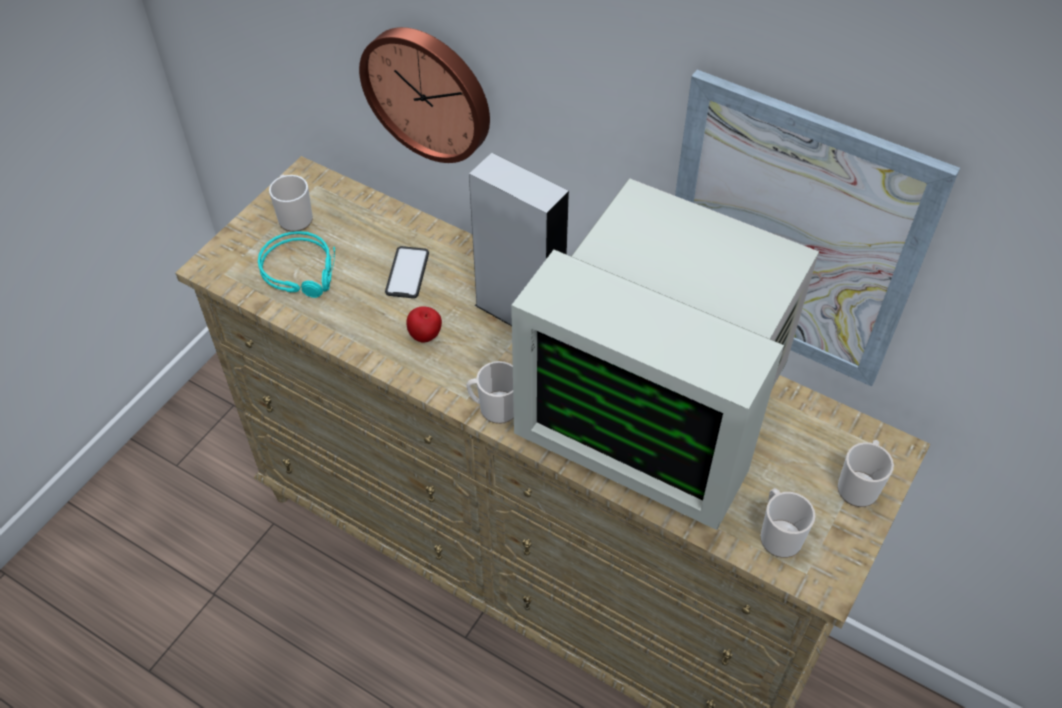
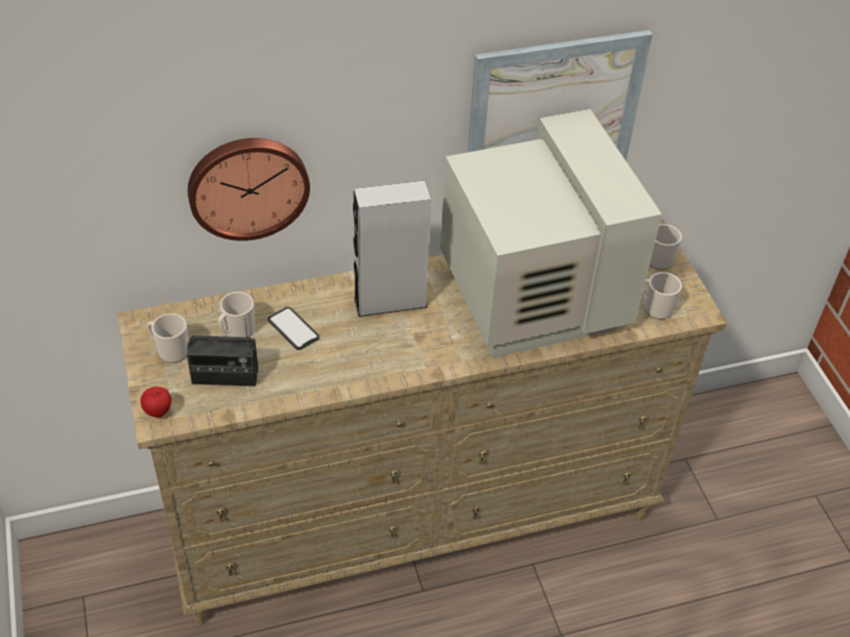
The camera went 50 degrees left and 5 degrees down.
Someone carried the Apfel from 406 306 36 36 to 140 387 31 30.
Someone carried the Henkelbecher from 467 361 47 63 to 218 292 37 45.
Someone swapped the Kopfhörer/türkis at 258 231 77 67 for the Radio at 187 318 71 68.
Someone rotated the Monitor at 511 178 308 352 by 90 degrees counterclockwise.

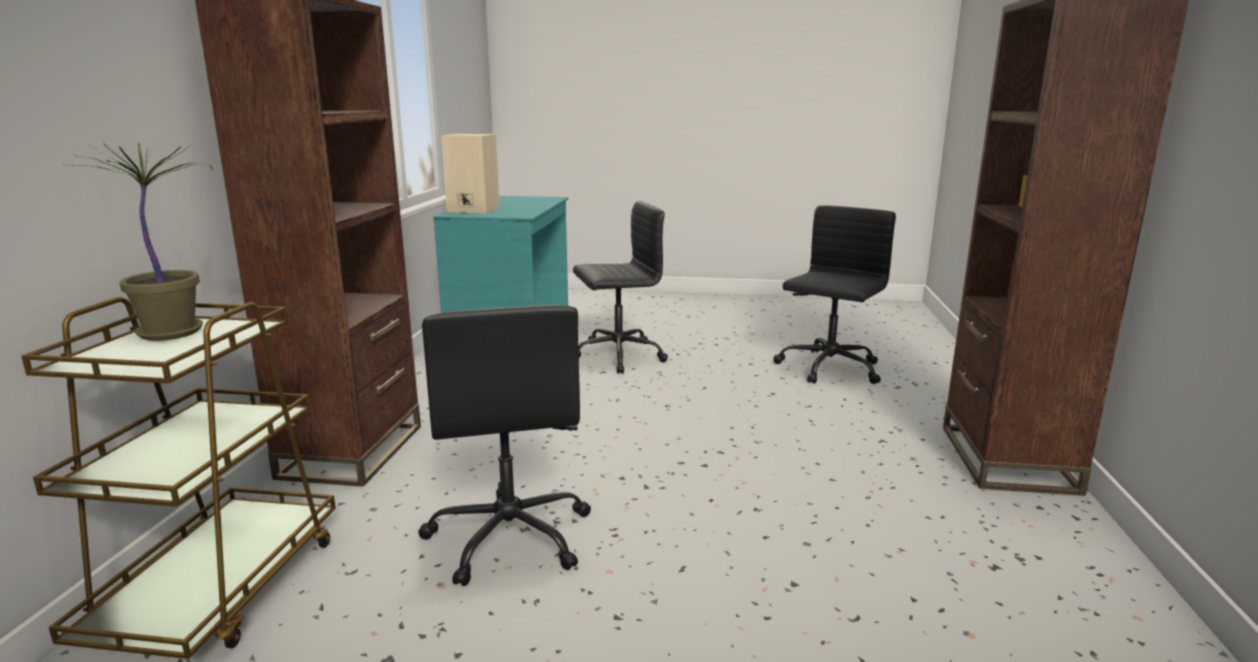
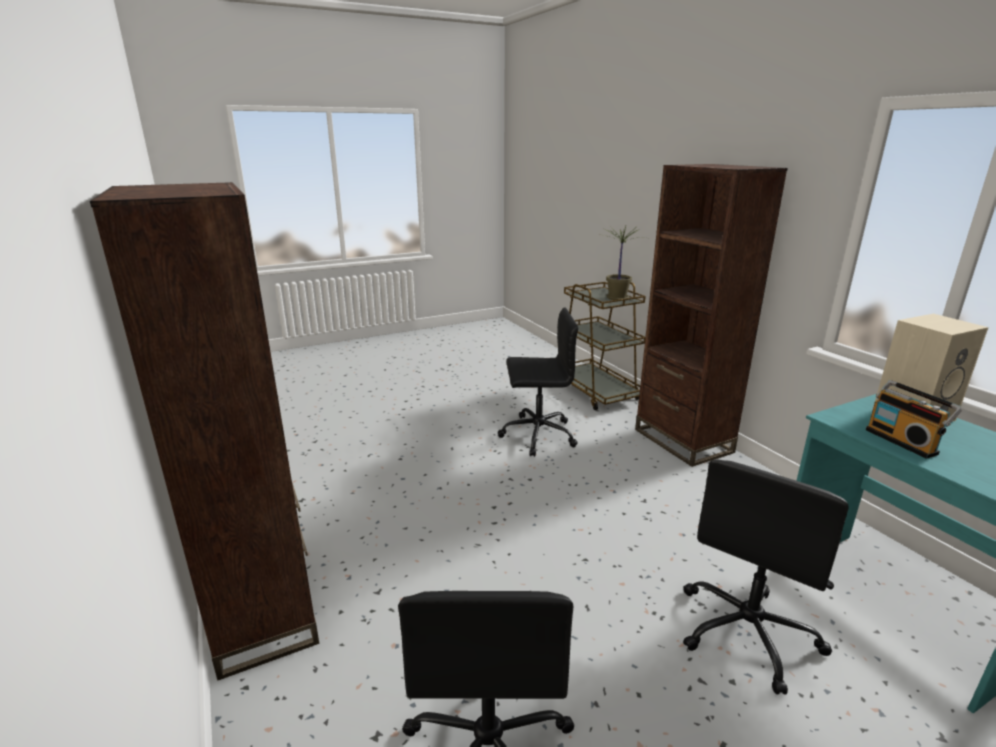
The camera went 145 degrees right and 5 degrees up.
Someone put down the Radio at 866 380 96 79.
Someone rotated the Bürostuhl/schwarz at 418 305 173 281 by 135 degrees clockwise.

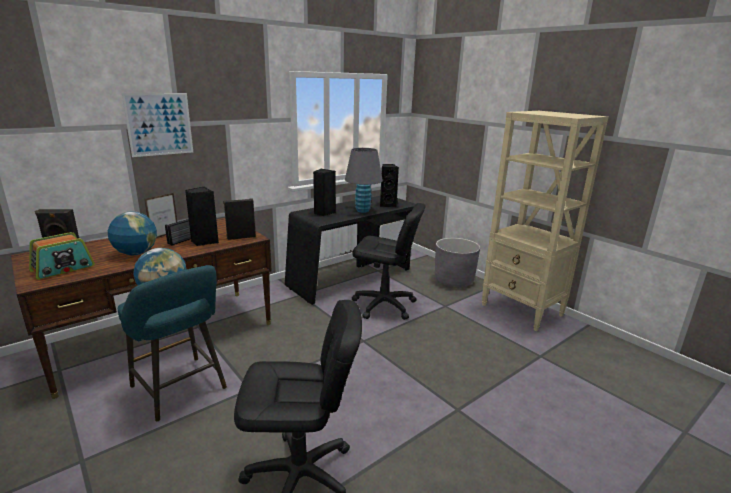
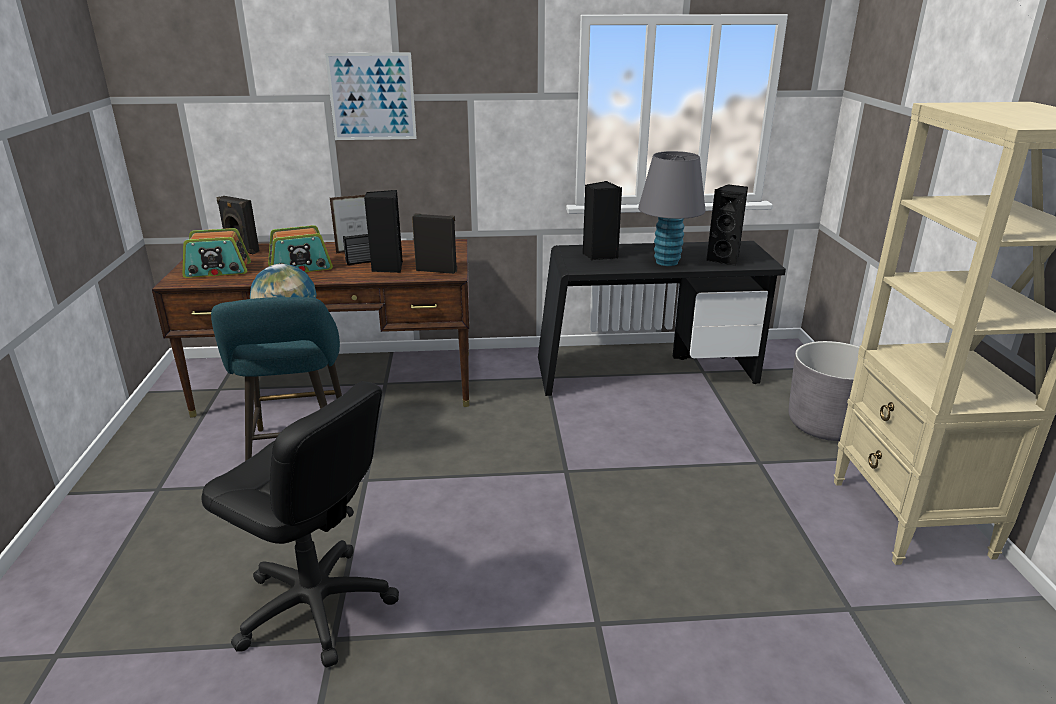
The camera went 35 degrees right and 5 degrees up.
Someone took away the Bürostuhl/schwarz at 352 203 74 117.
Someone swapped the Globus at 108 212 49 43 for the Radio at 268 225 65 47.

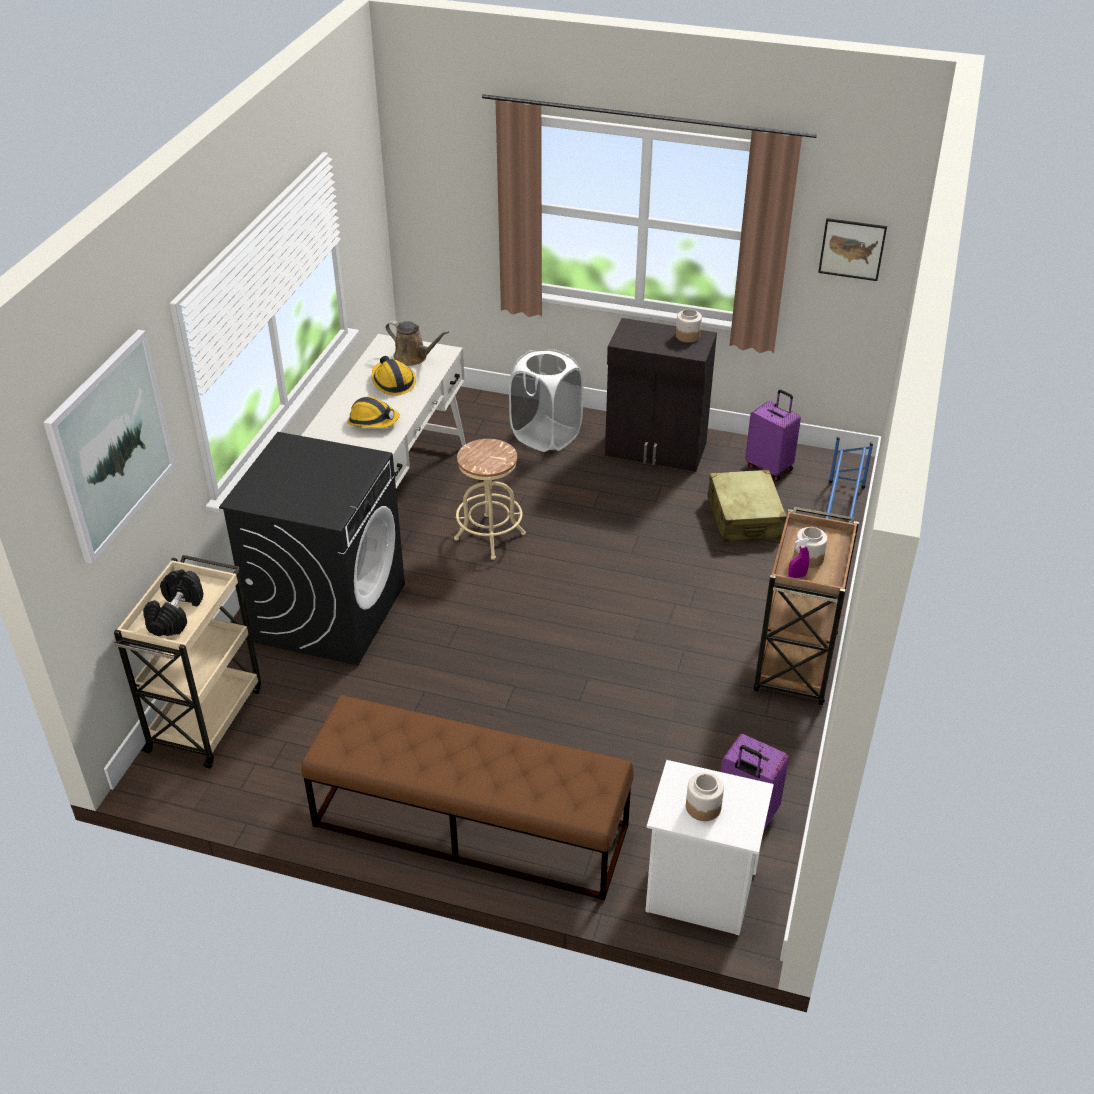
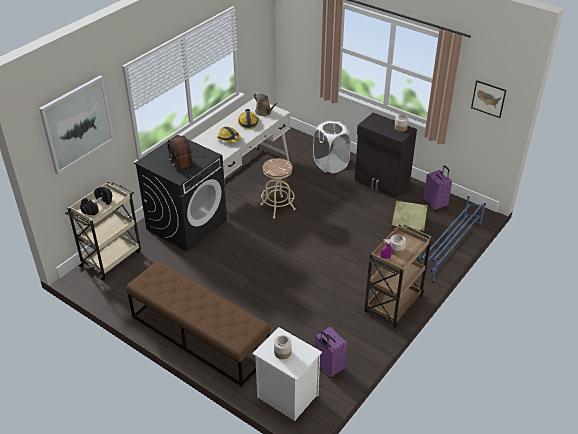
The camera went 20 degrees right and 0 degrees up.
Someone put down the Radio at 167 136 37 36.

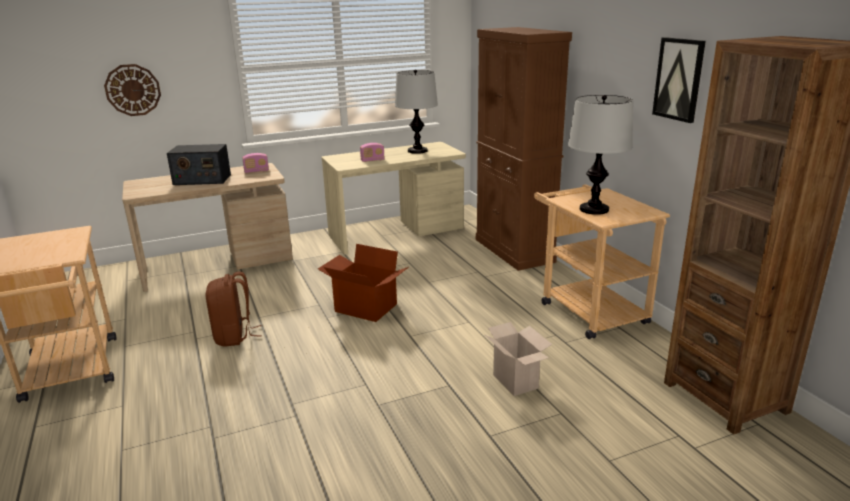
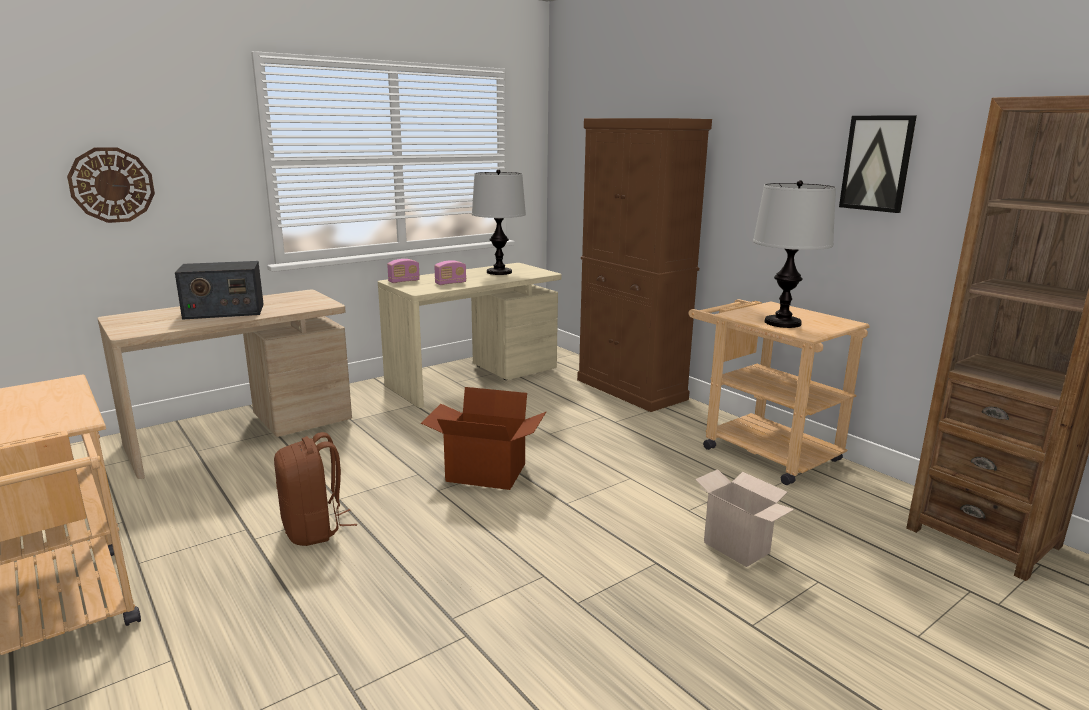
The camera went 15 degrees left and 5 degrees down.
Someone carried the Radio from 242 153 27 20 to 387 259 33 24.

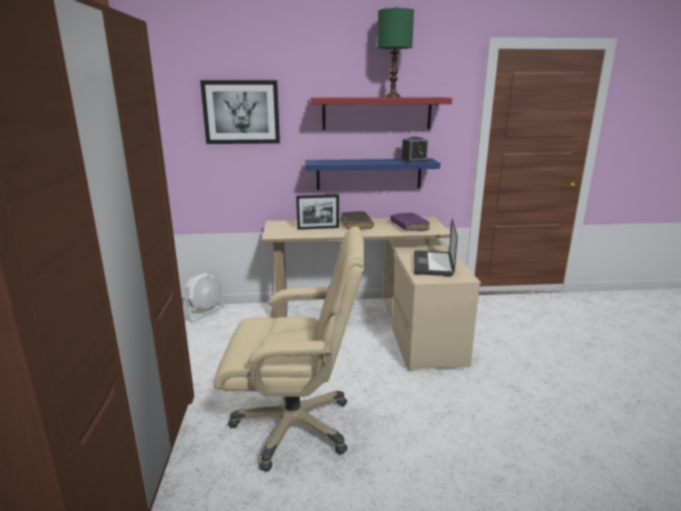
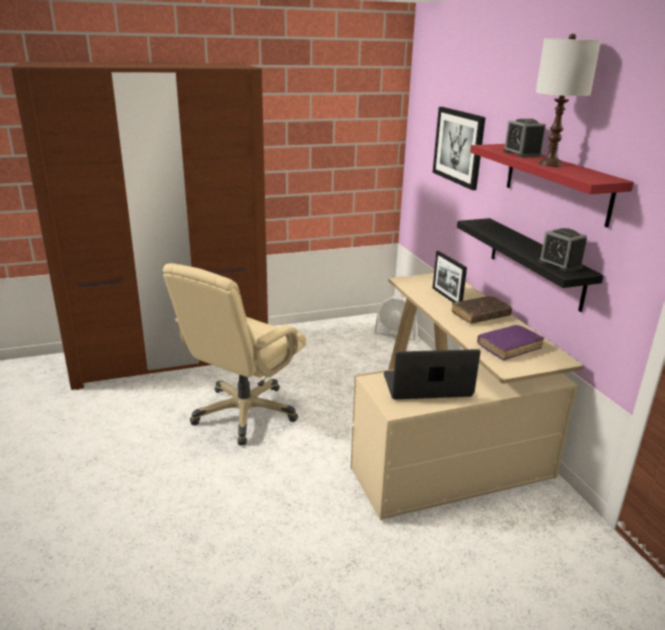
The camera went 75 degrees right and 5 degrees up.
Someone put down the Wecker at 503 119 43 39.
Someone repainted the Wandregal/blau at 305 159 135 31, which became the Wandregal/schwarz at 457 218 147 94.
Someone repainted the Tischlampe/grün at 377 7 37 91, which became the Tischlampe/weiß at 536 34 65 133.
Someone rotated the Bürostuhl/beige at 213 226 152 246 by 45 degrees clockwise.

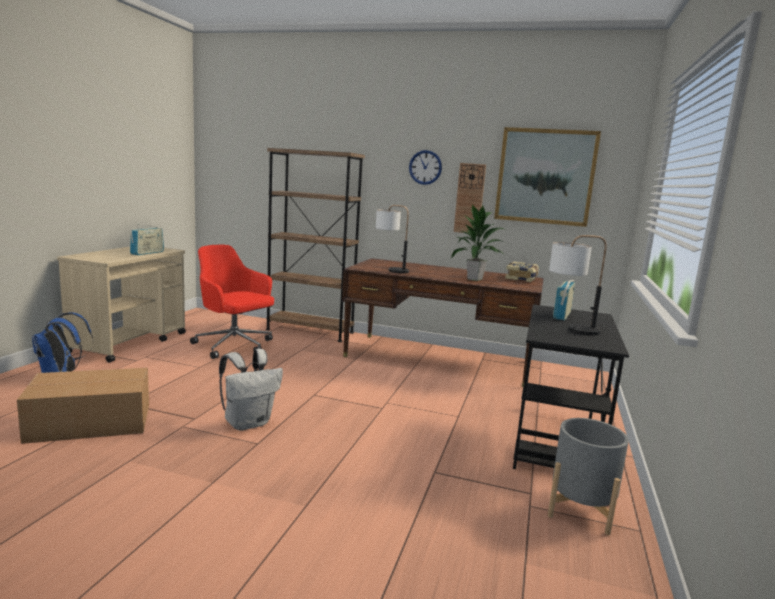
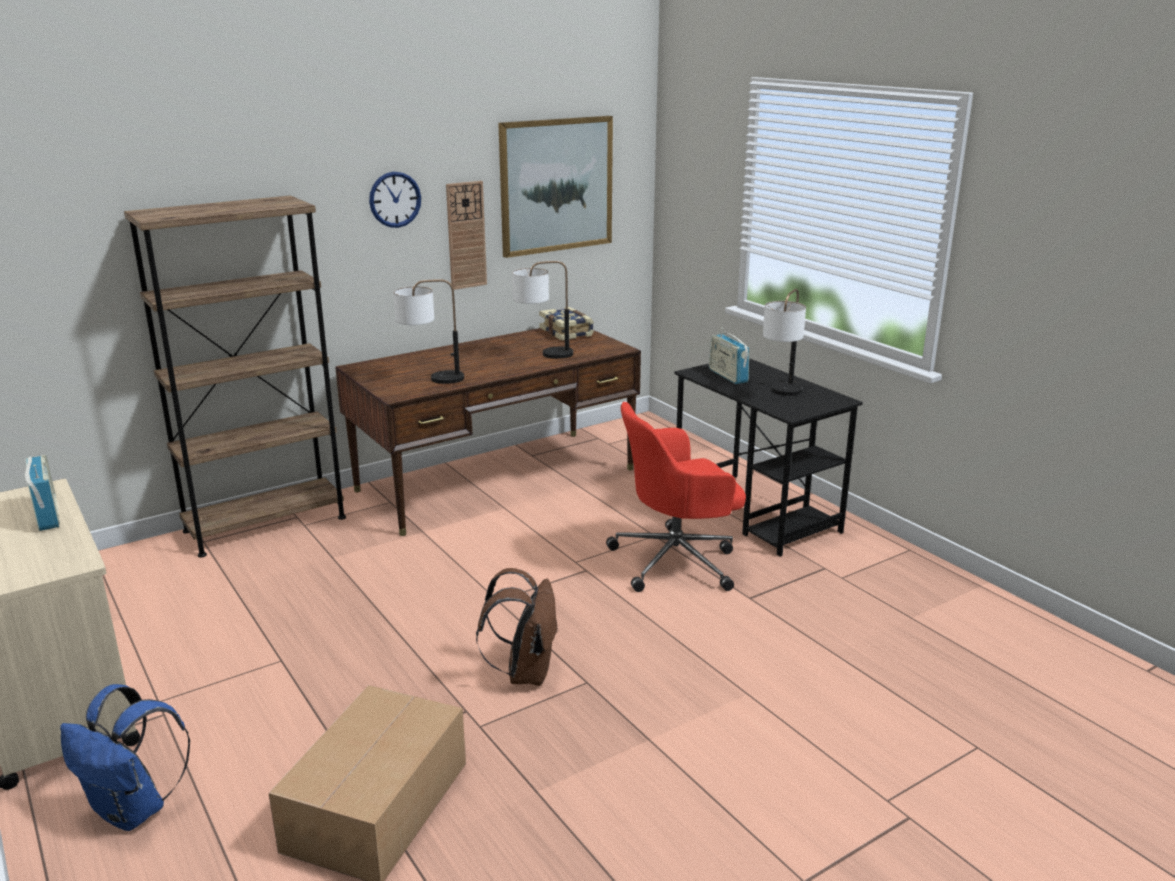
The camera went 50 degrees left and 10 degrees up.
Someone took away the Pflanzkübel/grau at 548 418 81 117.
Someone carried the Bürostuhl/rot from 190 244 84 115 to 606 402 140 190.
Someone swapped the Topfpflanze at 451 205 54 76 for the Tischlampe at 512 261 61 98.
Someone repainted the Rucksack/weiß at 219 349 64 82, which became the Rucksack/braun at 476 568 83 118.

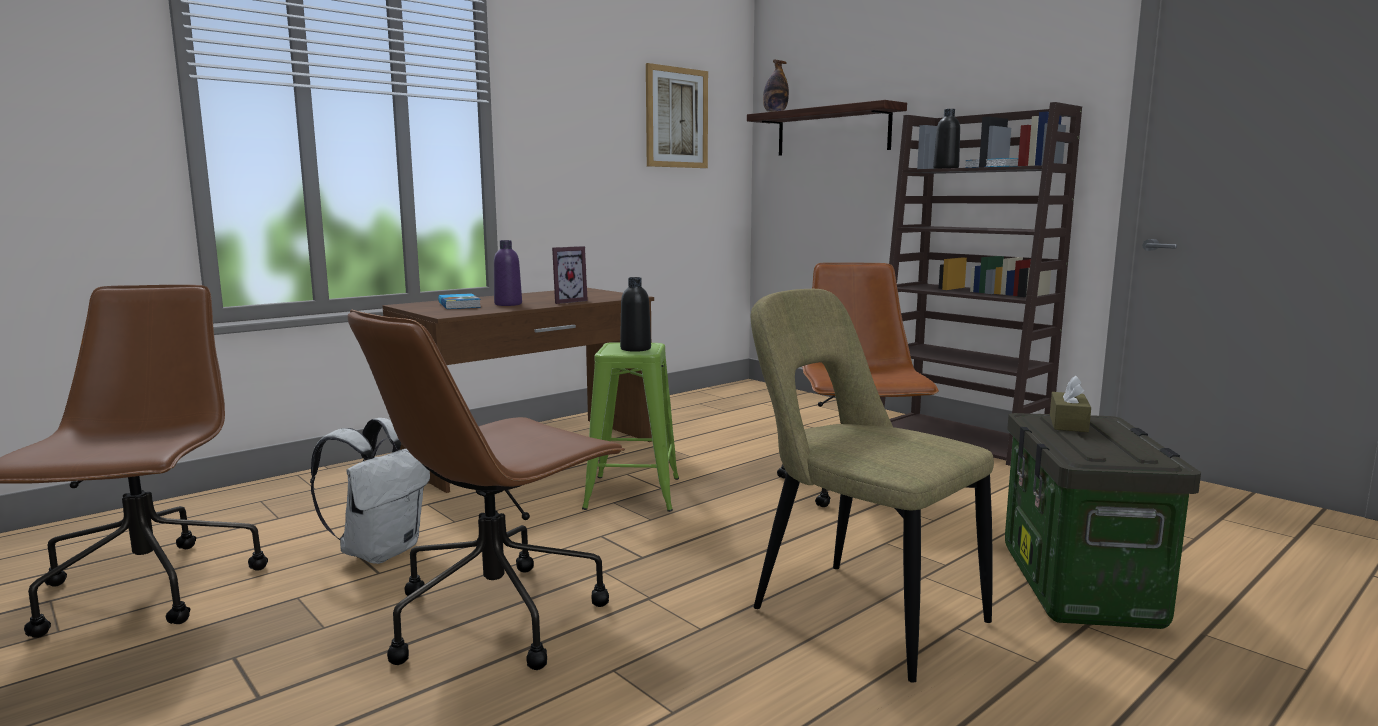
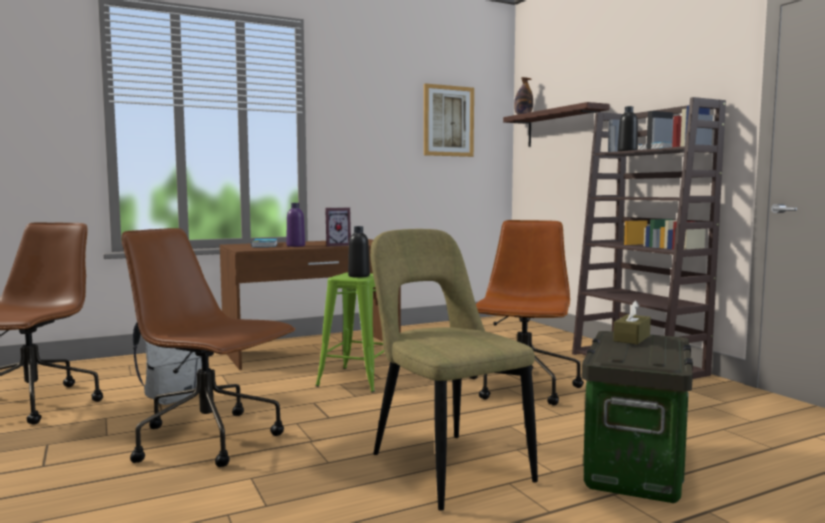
The camera went 15 degrees right and 5 degrees down.
Someone rotated the Bürostuhl/braun at 347 310 278 360 by 60 degrees clockwise.

